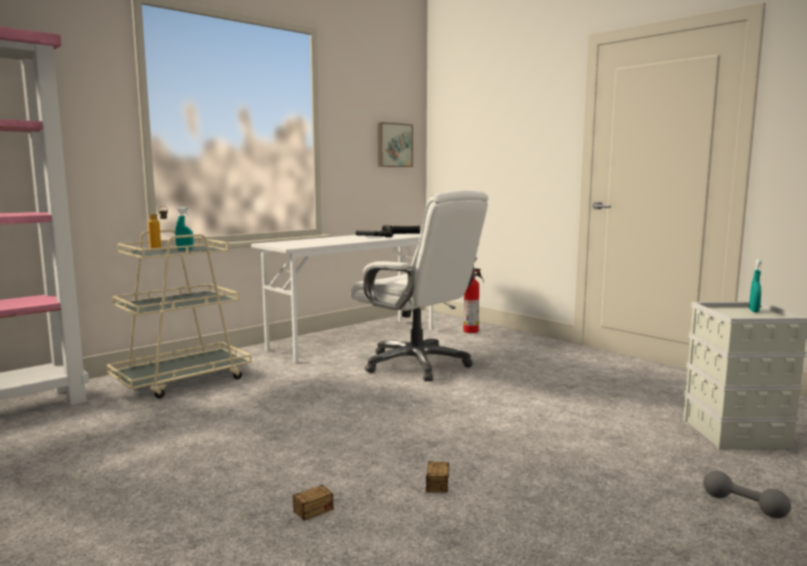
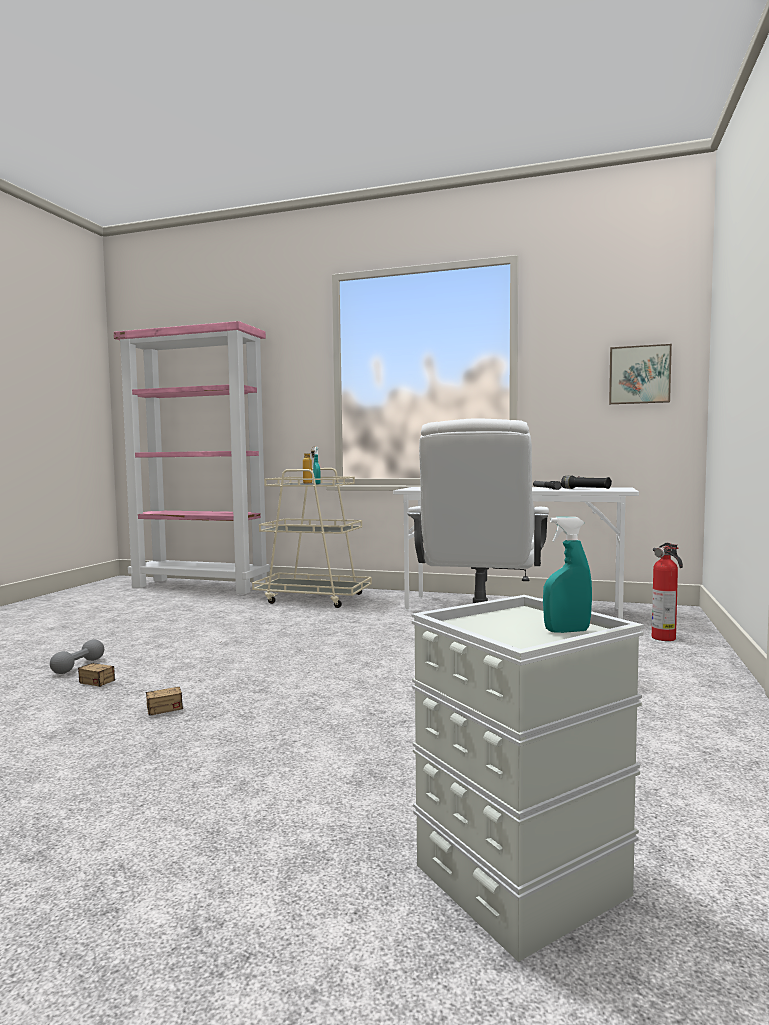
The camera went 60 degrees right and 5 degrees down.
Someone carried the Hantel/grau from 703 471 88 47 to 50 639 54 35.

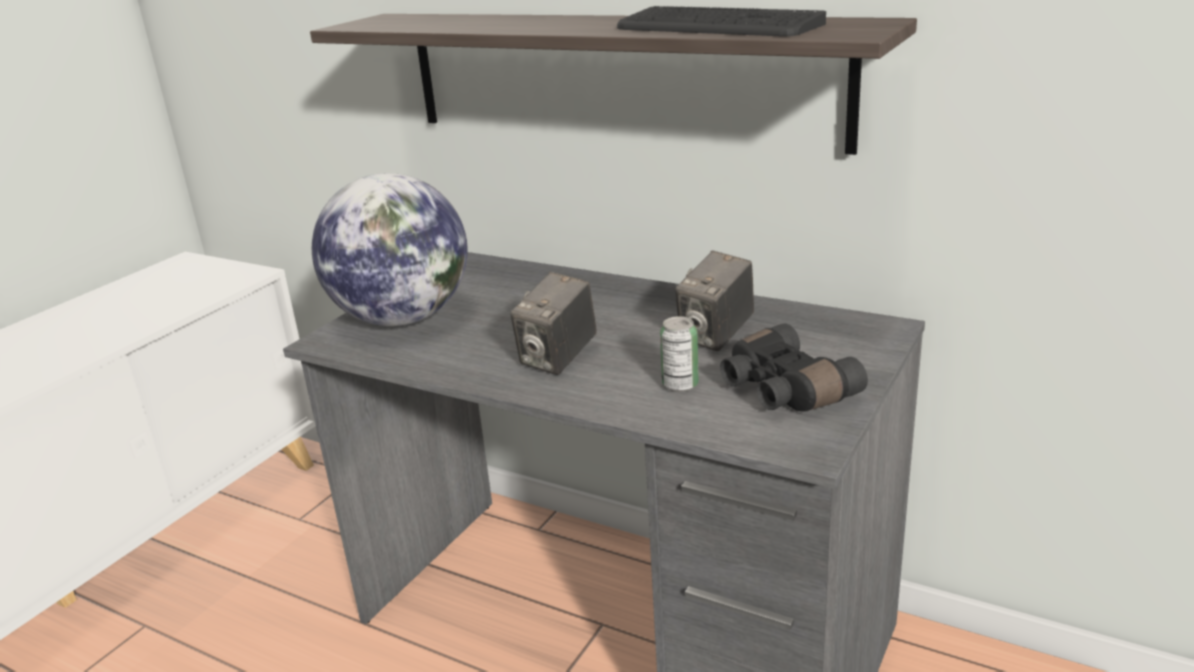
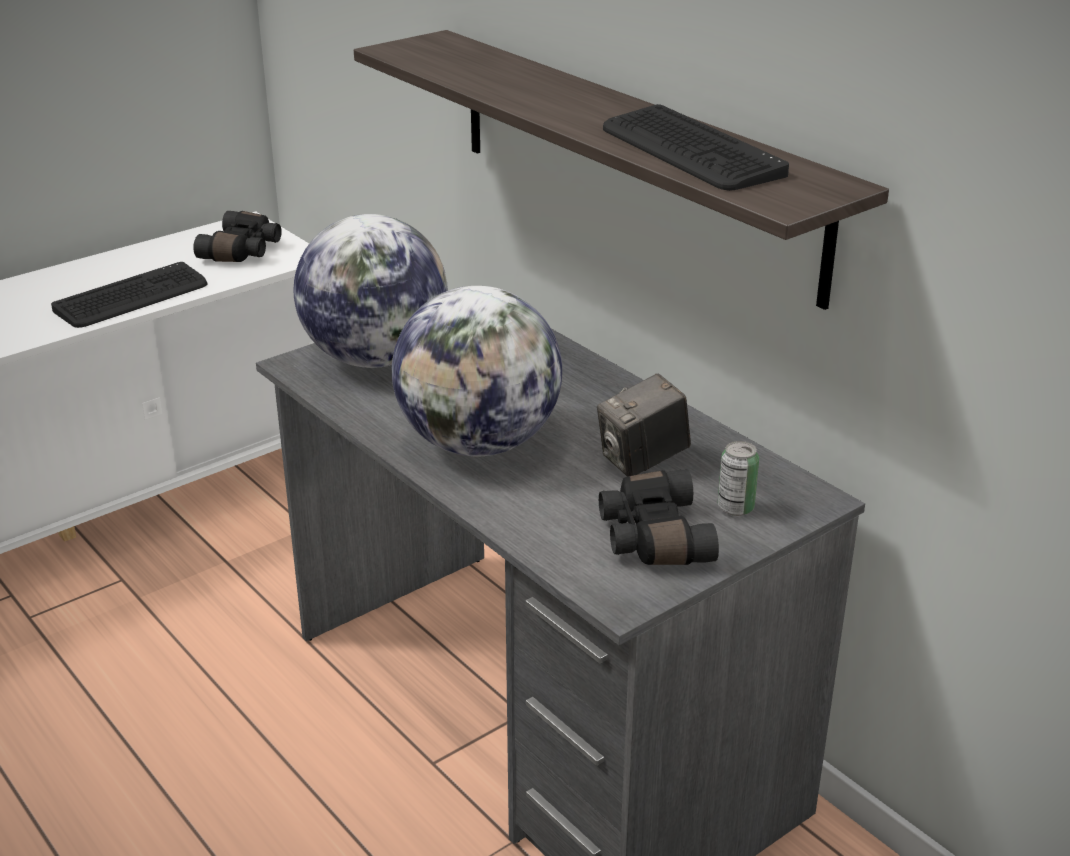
The camera went 20 degrees right and 5 degrees up.
Someone put down the Tastatur at 51 262 156 66.
Someone put down the Fernglas/schwarz at 193 211 89 51.
Someone carried the Dose from 660 316 39 76 to 718 441 41 75.
Someone swapped the Kamera at 510 272 87 103 for the Globus at 392 286 170 170.

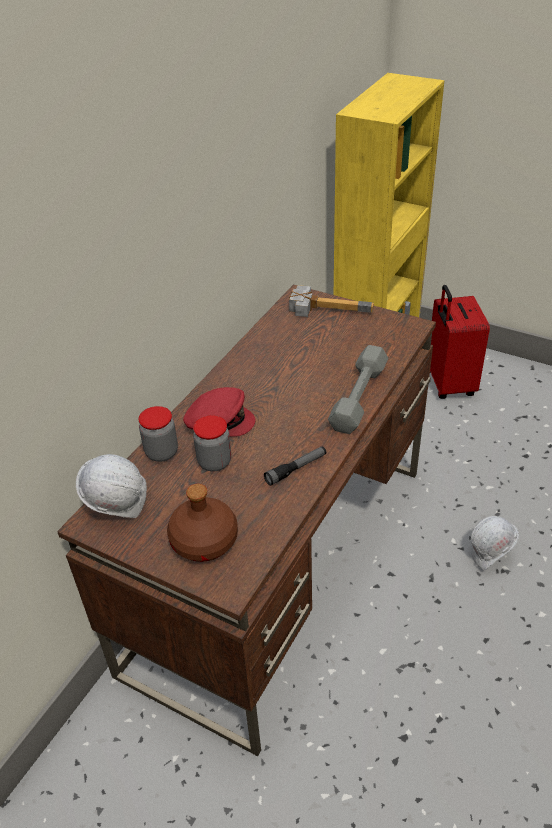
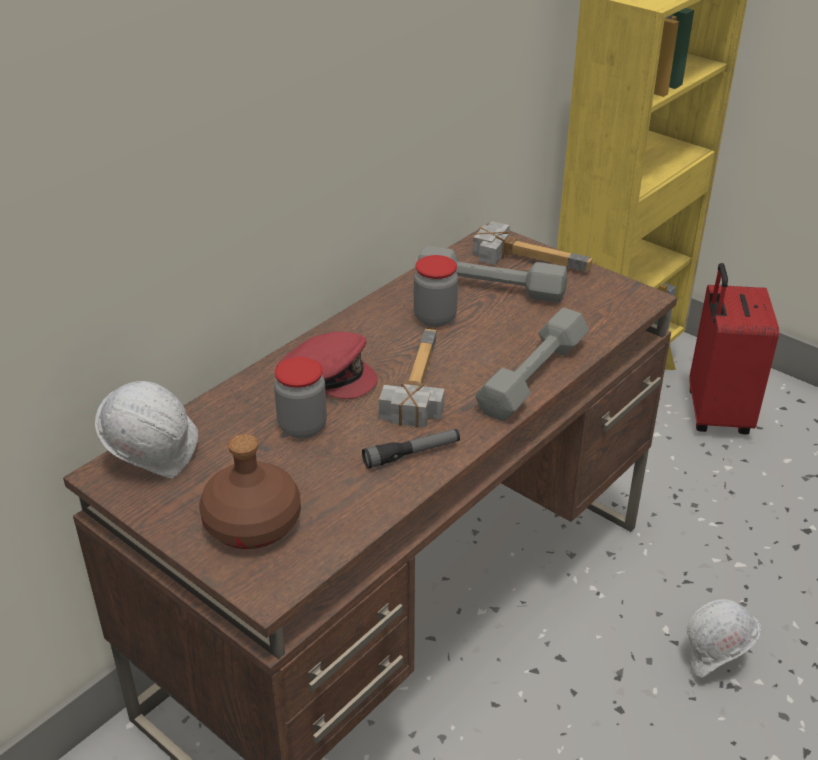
The camera went 10 degrees right and 5 degrees down.
Someone put down the Hammer at 379 329 66 99.
Someone put down the Hantel/grau at 418 246 149 57.
Someone carried the Vorratsglas from 139 406 39 56 to 414 255 44 72.

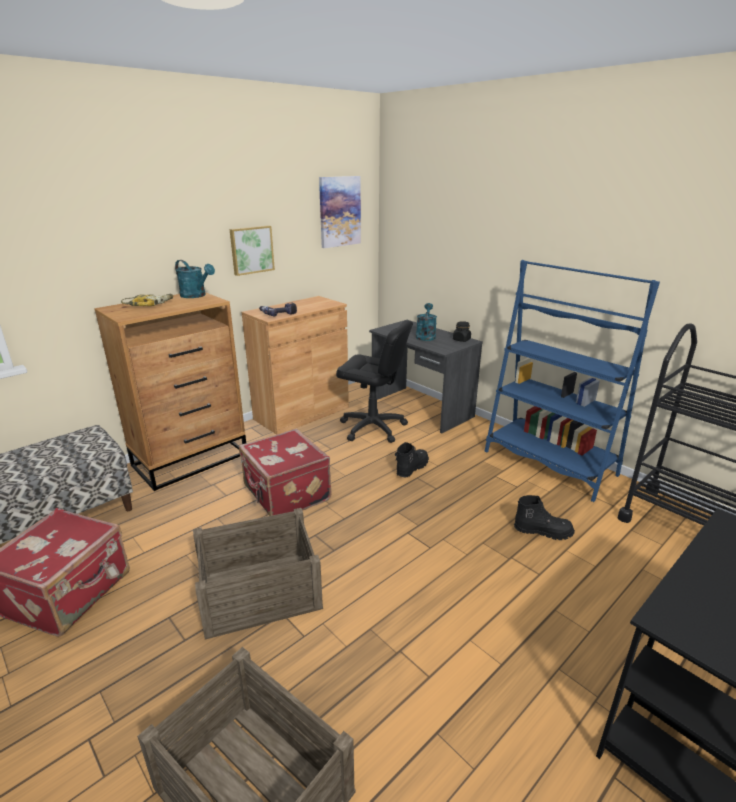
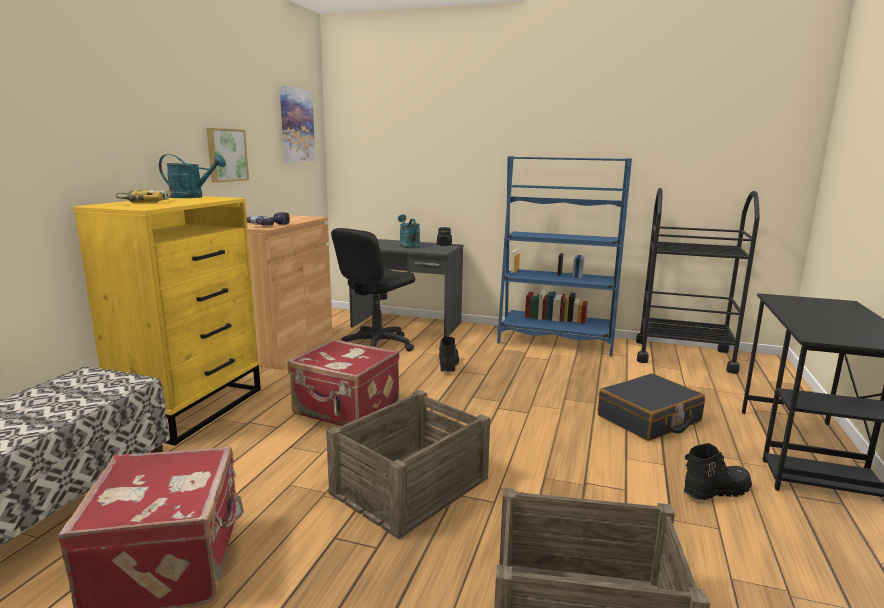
The camera went 30 degrees left and 10 degrees down.
Someone put down the Koffer/schwarz at 598 373 107 68.
Someone carried the Stiefel/schwarz from 514 495 61 45 to 684 443 68 57.
Someone repainted the Kommode/braun at 94 292 152 199, which became the Kommode/gelb at 73 196 188 250.
Someone rotated the Bürostuhl/schwarz at 336 320 77 123 by 135 degrees clockwise.

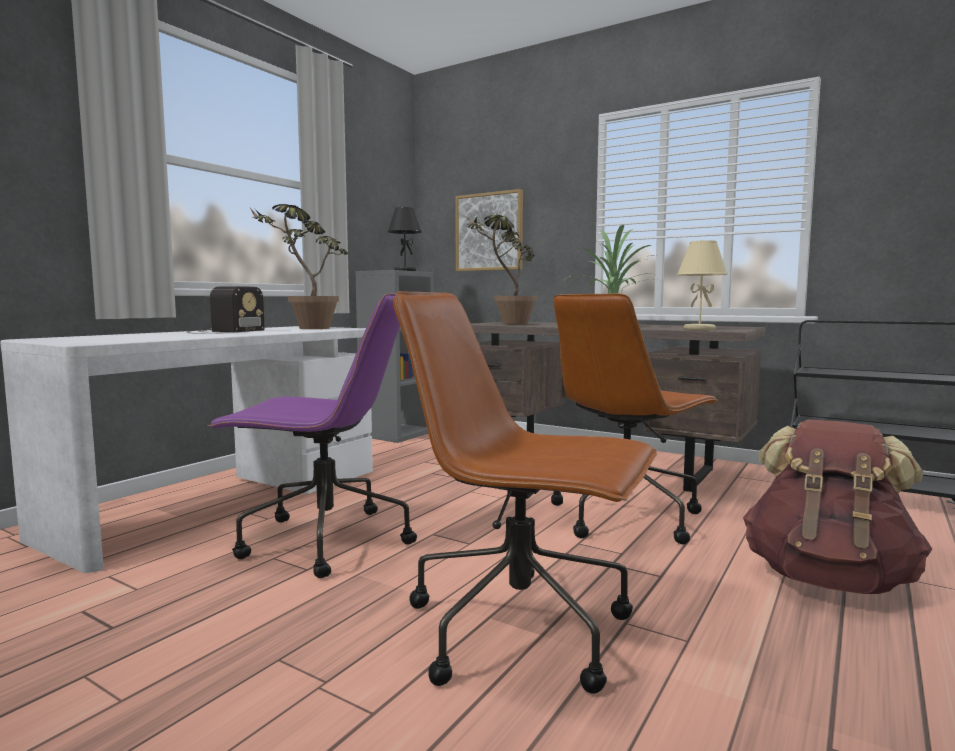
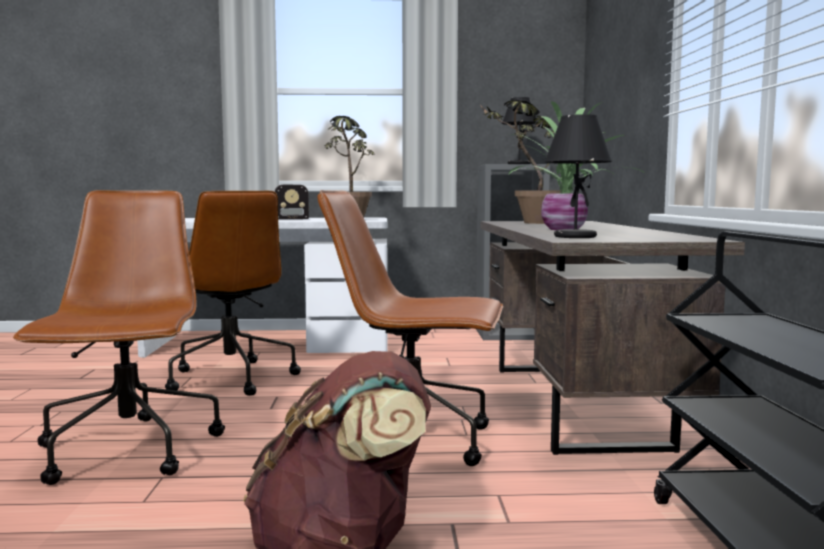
The camera went 55 degrees right and 0 degrees up.
Someone took away the Bild at 455 189 68 82.
Someone repainted the Bürostuhl/lila at 207 293 210 285, which became the Bürostuhl/braun at 165 191 136 205.
Someone repainted the Tischlampe/beige at 677 240 51 90, which became the Tischlampe/schwarz at 544 114 68 124.

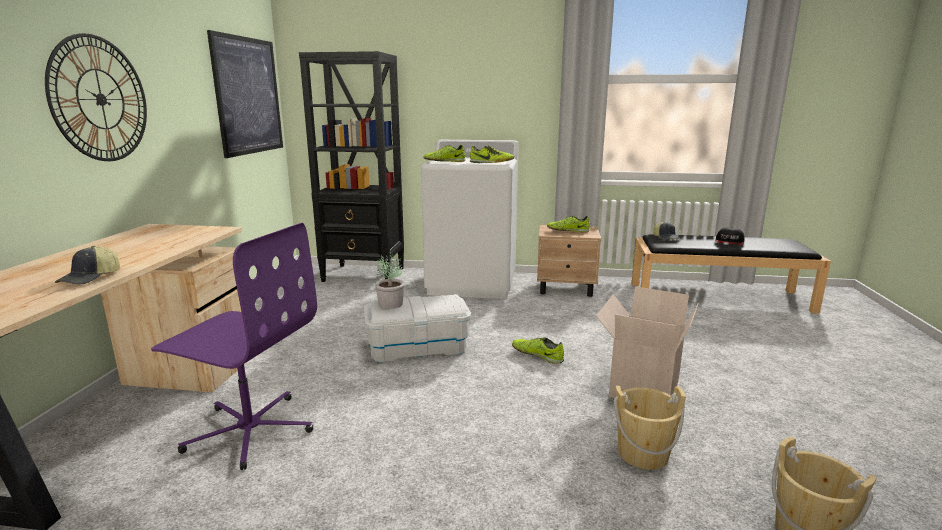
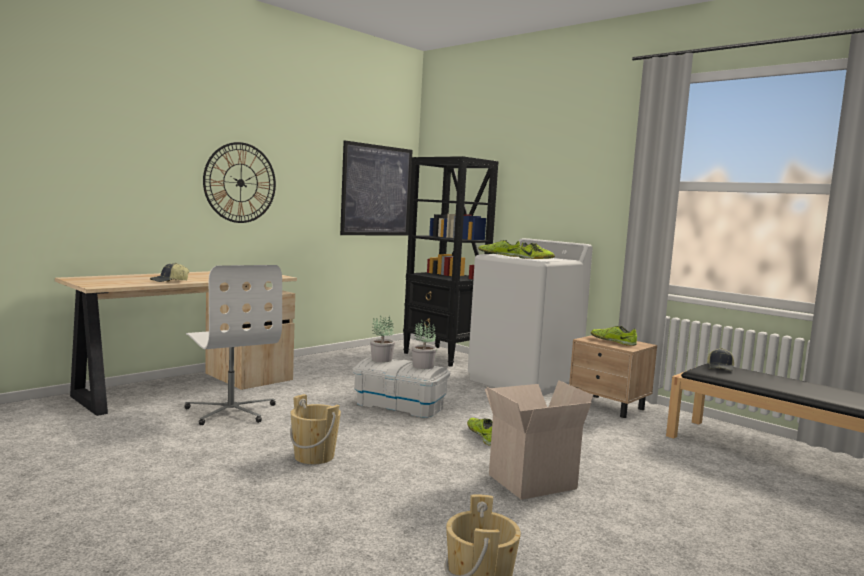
The camera went 35 degrees right and 10 degrees down.
Someone took away the Kappe at 715 227 29 18.
Someone put down the Topfpflanze at 412 320 25 49.
Someone carried the Eimer/beige from 614 385 72 85 to 290 394 51 70.
Someone repainted the Bürostuhl/lila at 151 223 166 247, which became the Bürostuhl/weiß at 184 265 98 160.

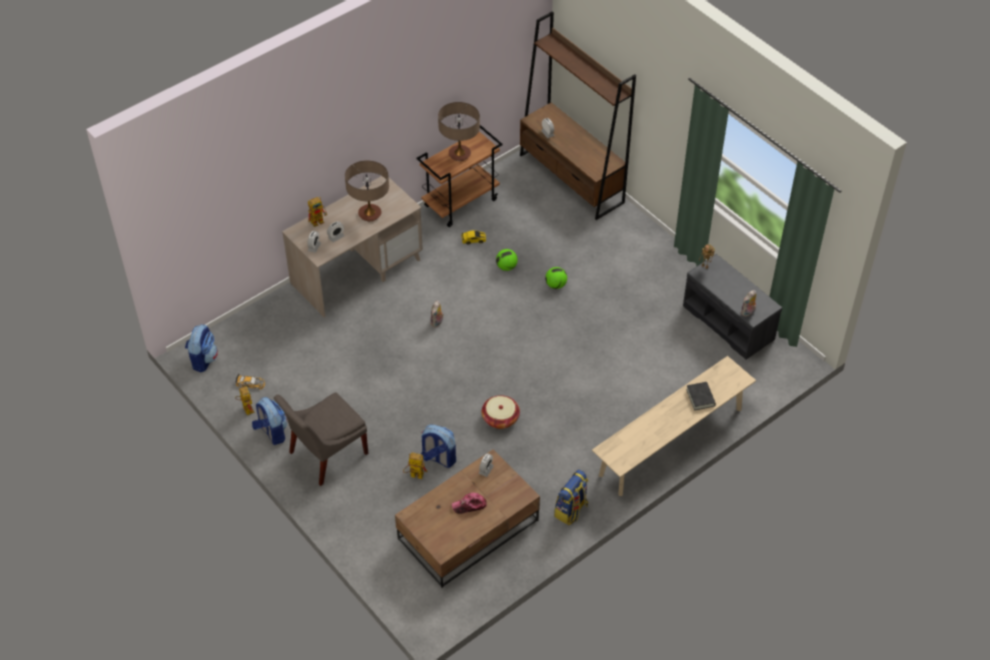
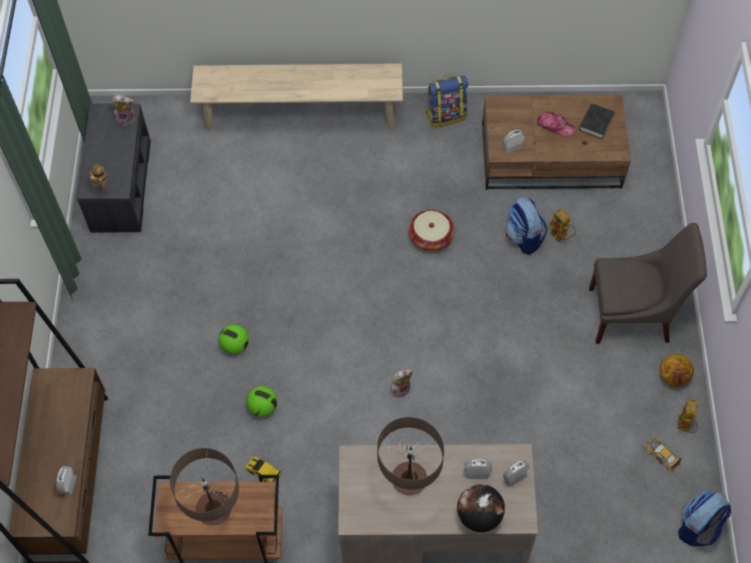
The camera went 140 degrees left and 10 degrees up.
Someone carried the Buch/schwarz from 686 382 30 28 to 579 104 35 35.
Someone swapped the Rucksack at 252 397 35 48 for the Basketball at 660 354 34 33.
Someone swapped the Spielzeugroboter at 308 197 19 30 for the Globus at 457 484 48 48.

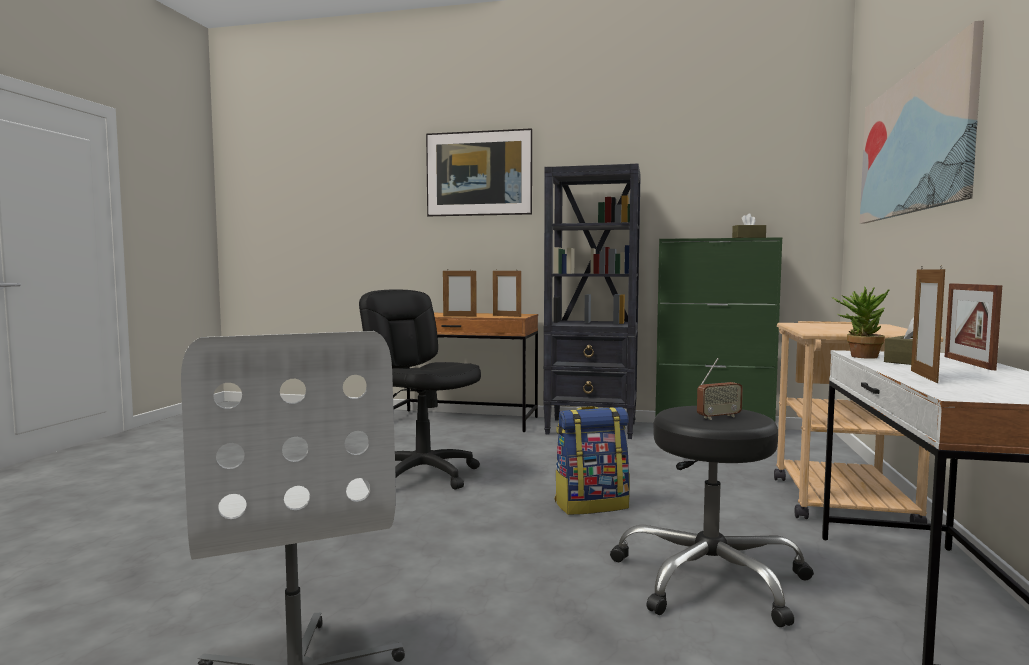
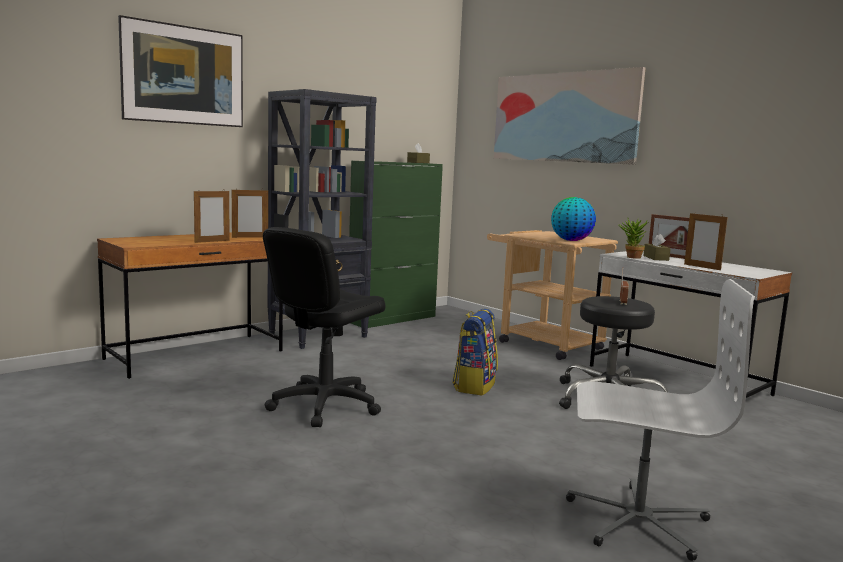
The camera went 55 degrees left and 5 degrees up.
Someone put down the Globus at 551 197 45 44.
Someone rotated the Bürostuhl/schwarz at 359 289 122 201 by 45 degrees counterclockwise.

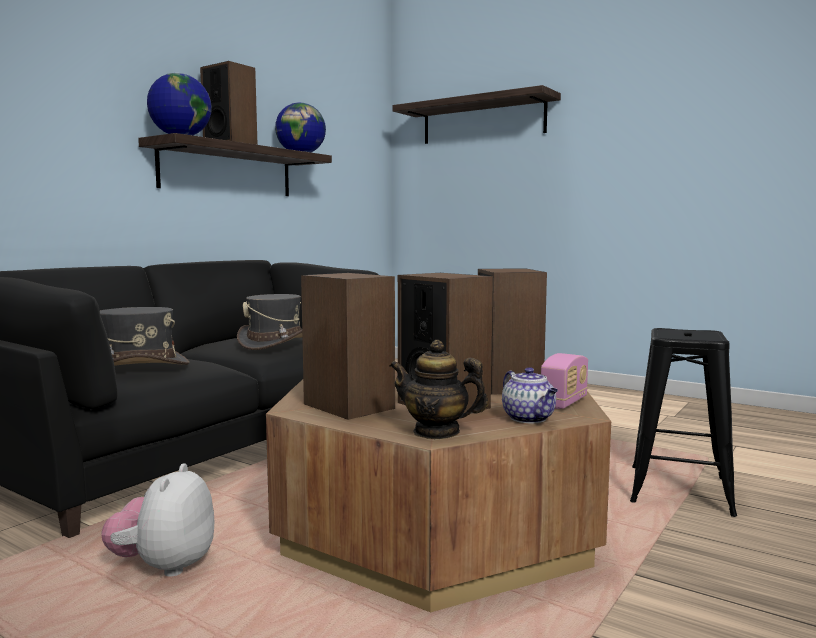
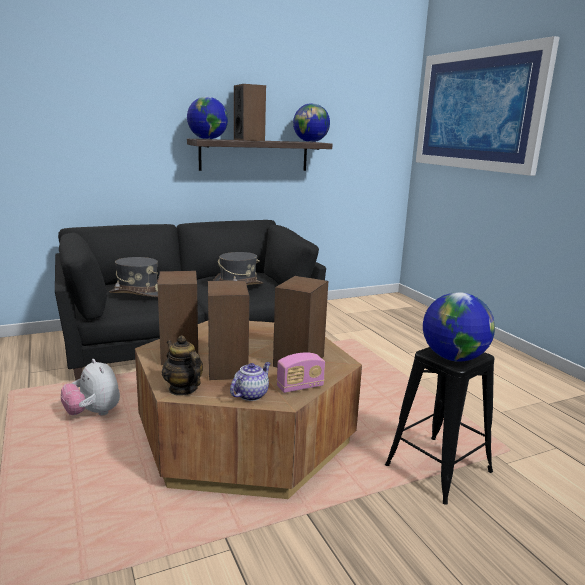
The camera went 30 degrees right and 10 degrees up.
Someone put down the Globus at 423 292 72 70.
Someone swapped the Wandregal at 393 85 168 59 for the Bild at 416 36 144 140.
Someone rotated the Plüschtier at 101 463 113 113 by 75 degrees counterclockwise.
Someone rotated the Teekanne at 502 367 56 56 by 150 degrees counterclockwise.

